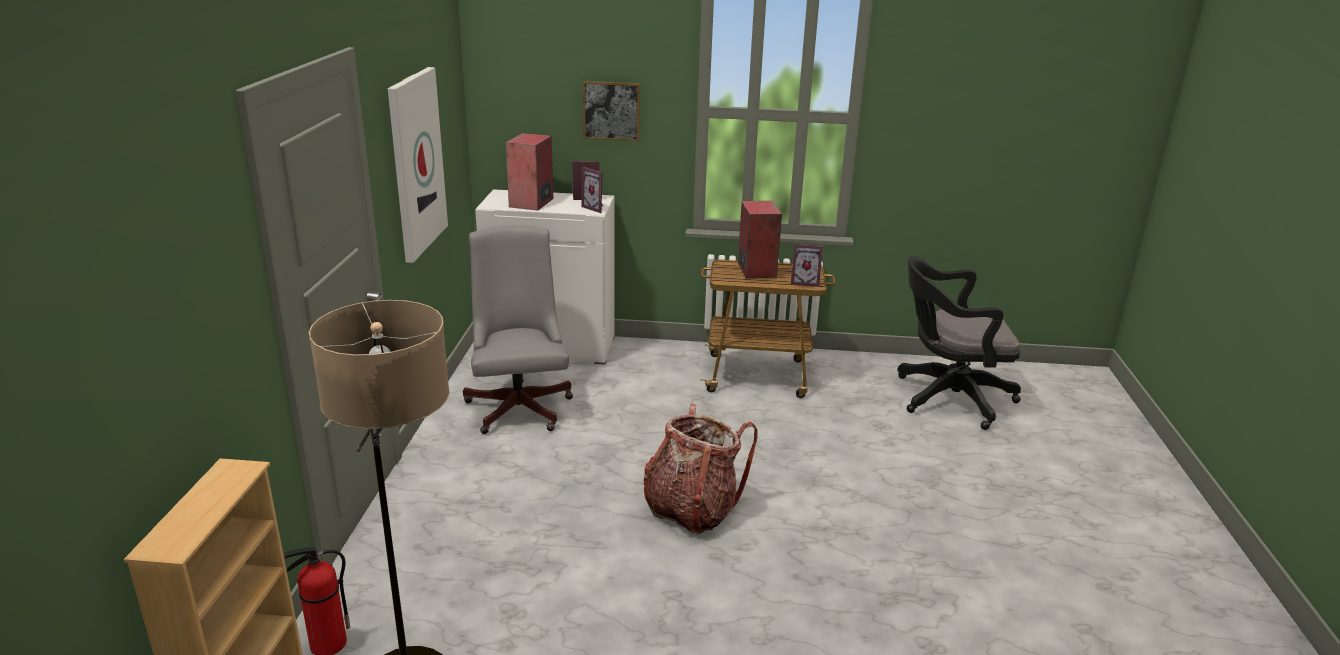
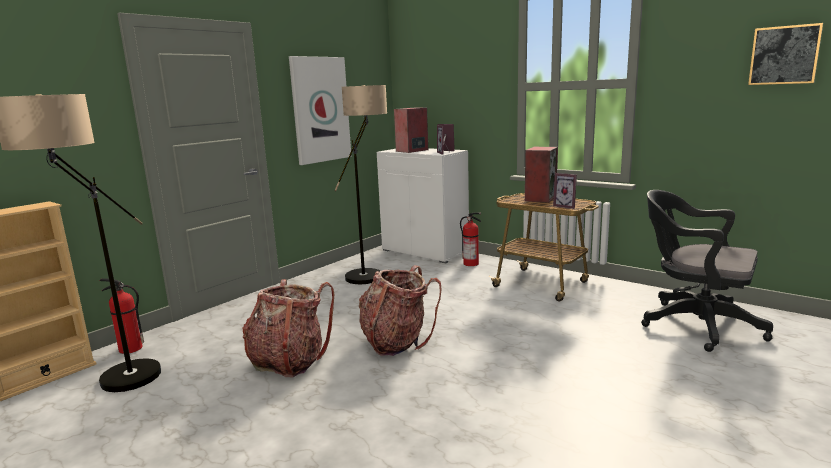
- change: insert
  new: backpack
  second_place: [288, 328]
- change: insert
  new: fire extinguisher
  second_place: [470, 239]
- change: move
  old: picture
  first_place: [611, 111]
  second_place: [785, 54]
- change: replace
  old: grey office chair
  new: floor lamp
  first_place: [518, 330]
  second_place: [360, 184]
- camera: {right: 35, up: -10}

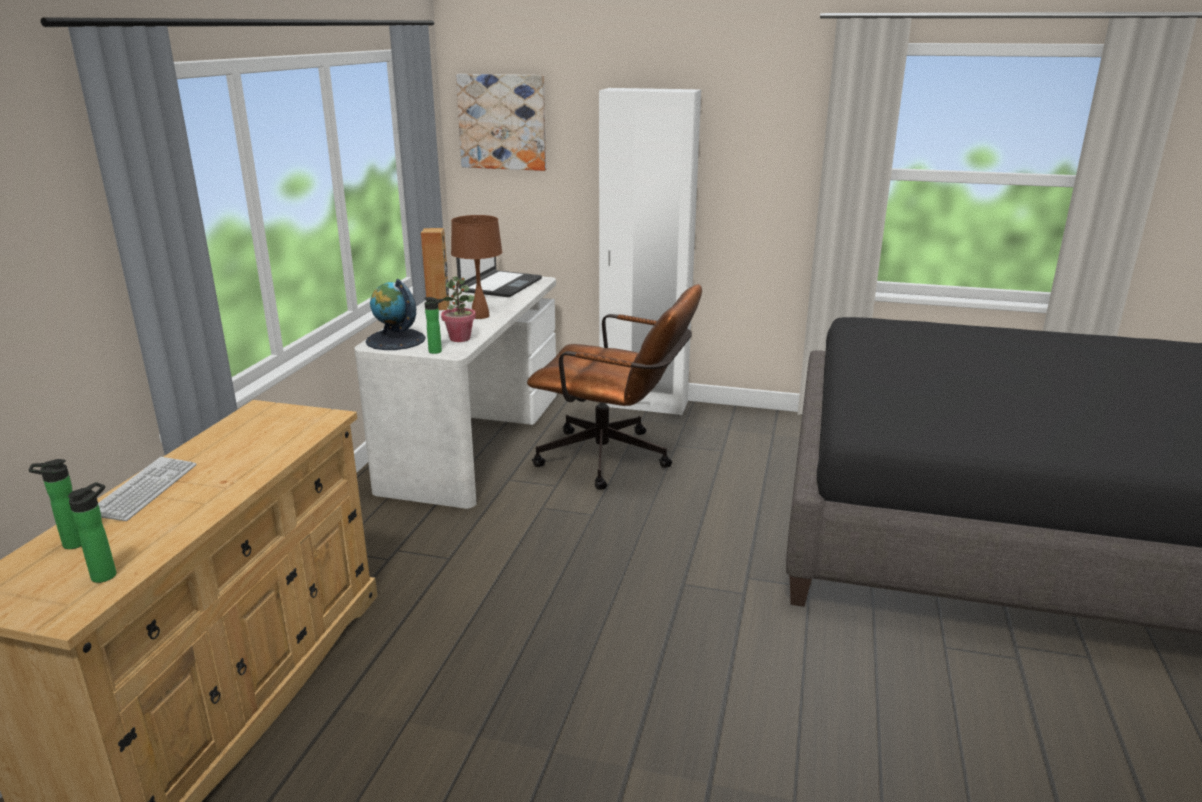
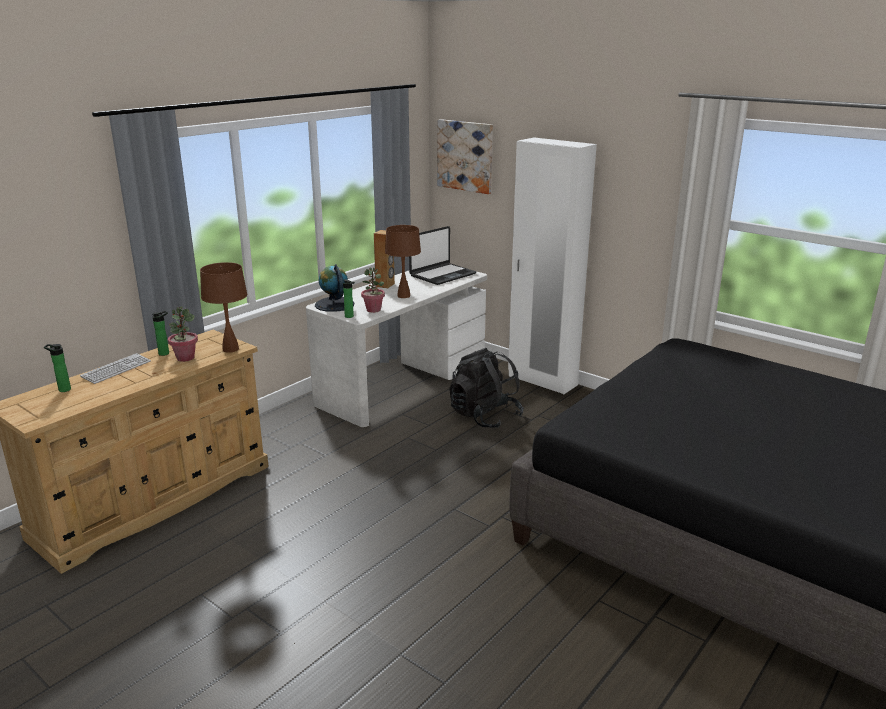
- change: insert
  new: potted plant
  second_place: [183, 334]
- change: insert
  new: brown table lamp
  second_place: [223, 307]
- change: move
  old: bottle
  first_place: [92, 532]
  second_place: [160, 333]
- change: replace
  old: brown office chair
  new: black backpack
  first_place: [614, 387]
  second_place: [486, 388]
- camera: {right: 25, up: 0}

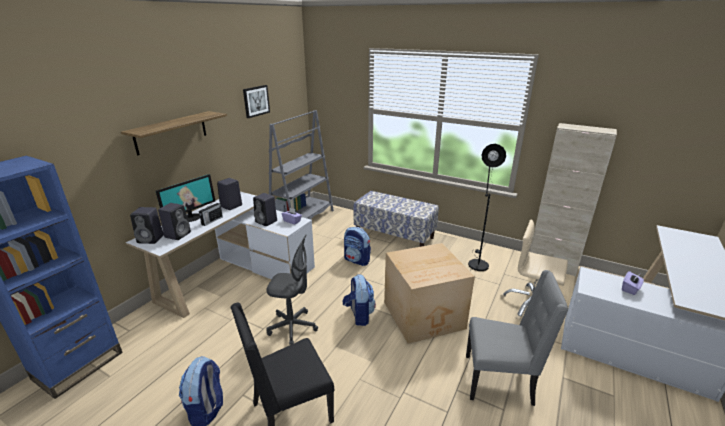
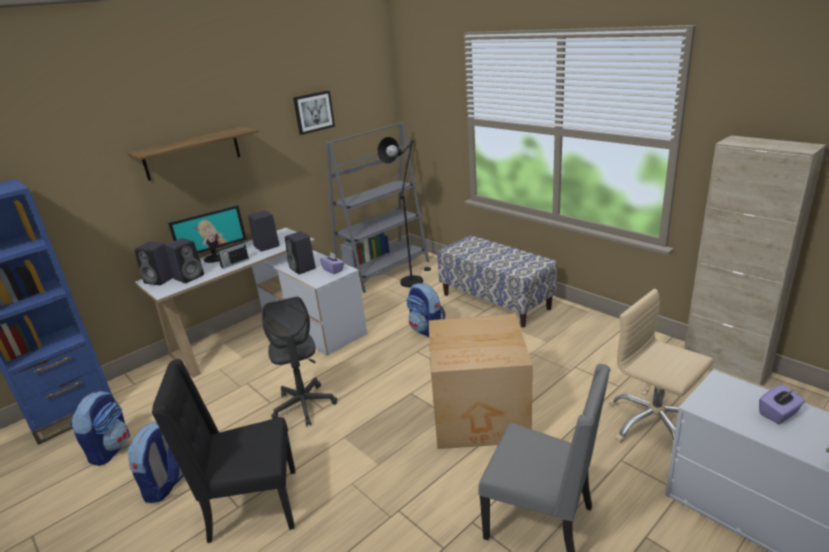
- change: move
  old: backpack
  first_place: [359, 300]
  second_place: [100, 428]
- change: move
  old: black floor lamp
  first_place: [487, 207]
  second_place: [404, 212]
- change: rotate
  old: grey office chair
  first_place: [292, 289]
  second_place: [299, 362]
  degrees: 45
- camera: {right: 20, up: 0}

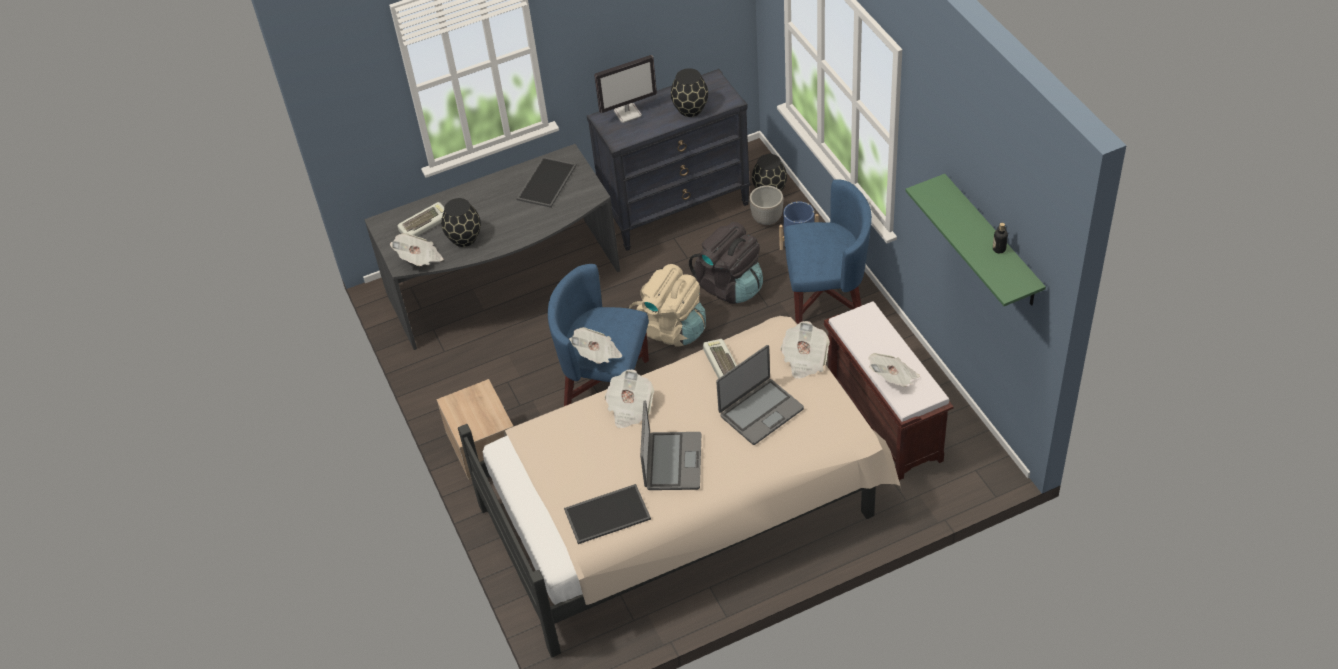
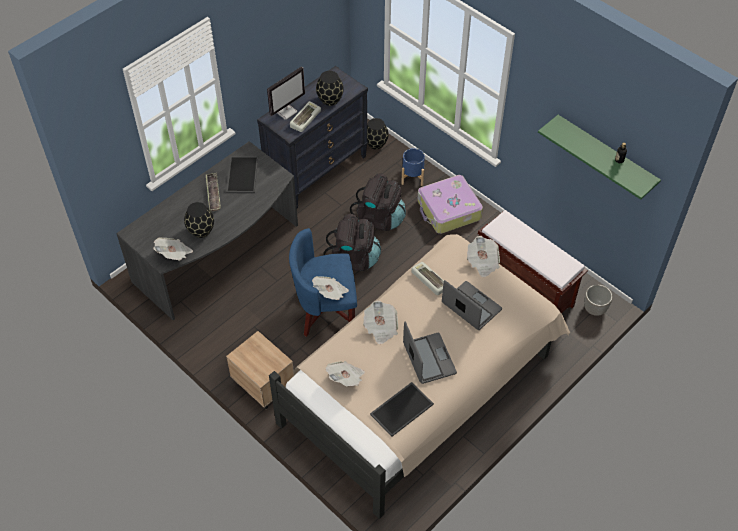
- change: insert
  new: tray
  second_place: [213, 192]
- change: move
  old: keyboard
  first_place: [421, 219]
  second_place: [305, 116]
- change: move
  old: planter
  first_place: [766, 205]
  second_place: [598, 300]
- change: move
  old: newspaper
  first_place: [894, 370]
  second_place: [345, 373]
- change: replace
  old: blue armchair
  new: suitcase
  first_place: [828, 251]
  second_place: [450, 204]
- change: recolor
  old: beige backpack
  new: black backpack
  first_place: [667, 305]
  second_place: [352, 242]
- change: rotate
  old: laptop
  first_place: [760, 395]
  second_place: [472, 305]
  degrees: -75
- camera: {right: -25, up: 5}

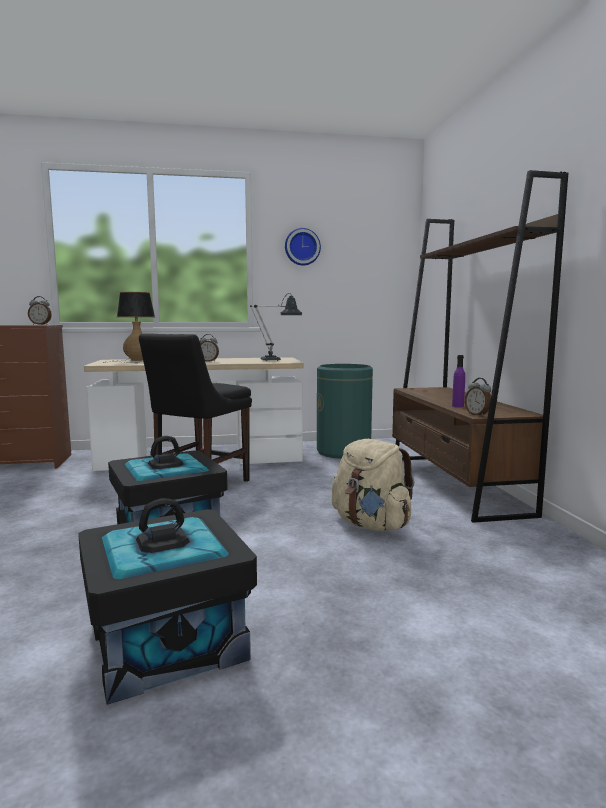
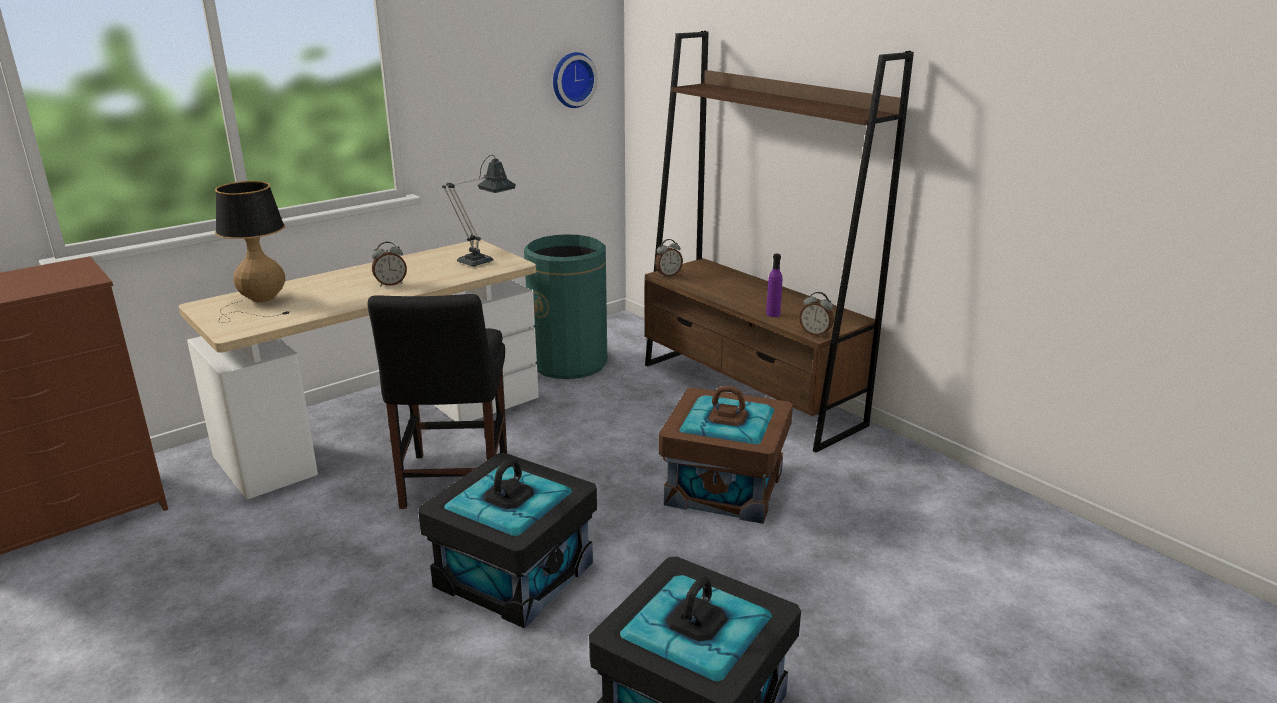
- change: move
  old: alarm clock
  first_place: [40, 310]
  second_place: [669, 258]
- change: move
  old: wall clock
  first_place: [303, 247]
  second_place: [575, 80]
- change: replace
  old: beige backpack
  new: brown storage box
  first_place: [373, 485]
  second_place: [726, 455]
- camera: {right: -30, up: 15}

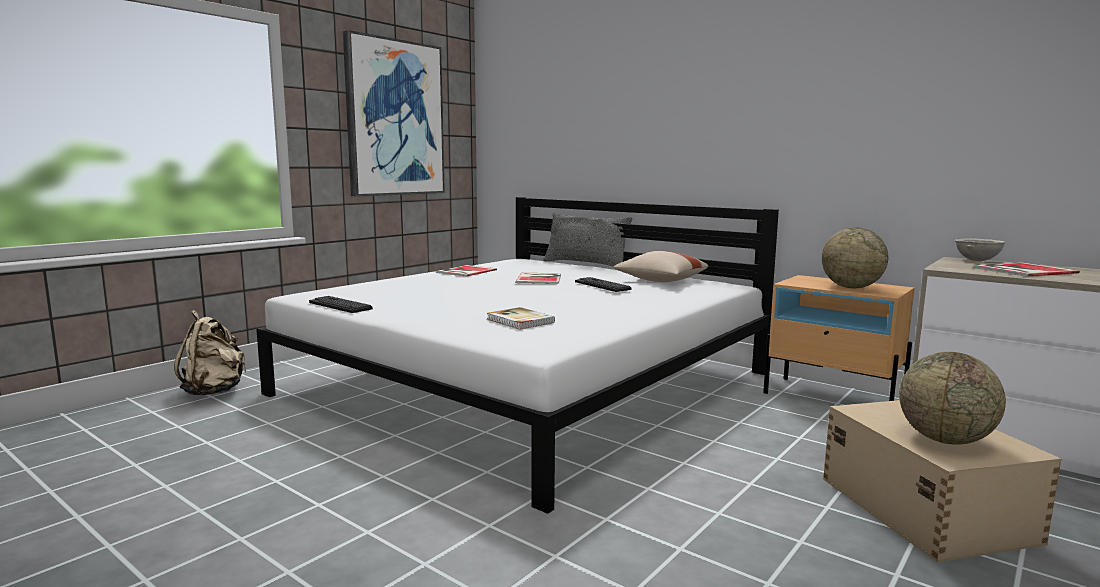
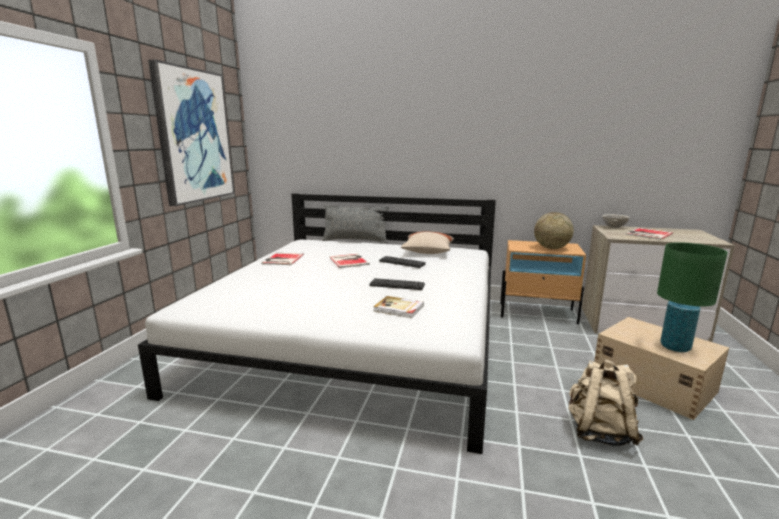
- change: move
  old: beige backpack
  first_place: [210, 352]
  second_place: [605, 402]
- change: move
  old: keyboard
  first_place: [341, 304]
  second_place: [397, 284]
- change: replace
  old: globe
  new: green table lamp
  first_place: [952, 398]
  second_place: [692, 297]
- camera: {right: -25, up: 5}

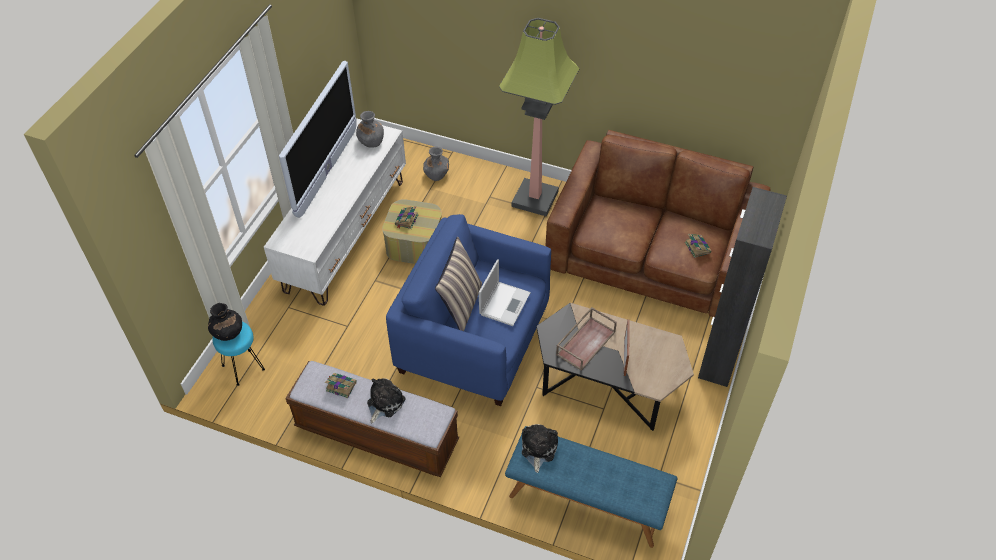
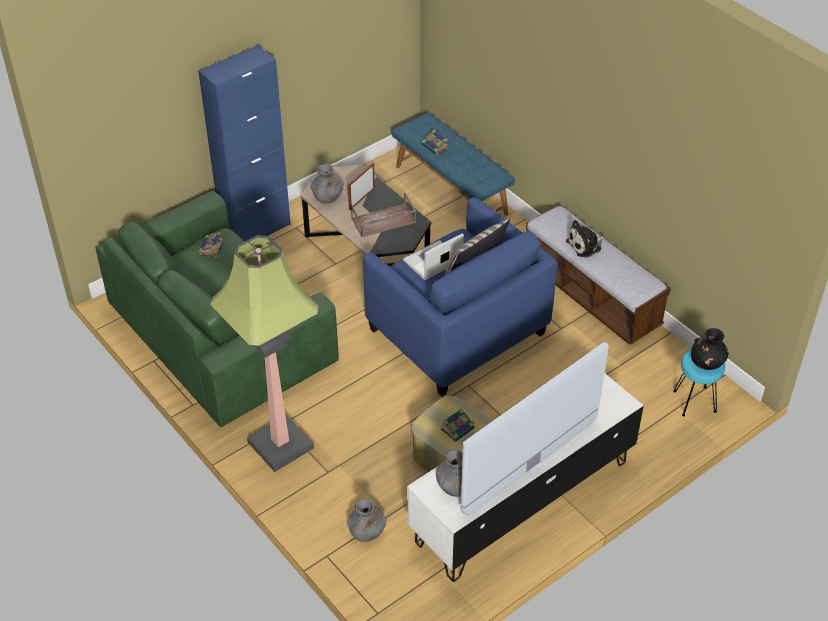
- change: delete
  old: plush toy
  first_place: [540, 448]
- change: insert
  new: grey vase
  second_place: [327, 184]
- change: move
  old: book
  first_place: [341, 385]
  second_place: [435, 142]
- change: recolor
  old: brown sofa
  new: green sofa
  first_place: [657, 223]
  second_place: [217, 309]
- change: recolor
  old: black cabinet
  new: blue cabinet
  first_place: [742, 287]
  second_place: [244, 143]
- camera: {right: -150, up: -5}

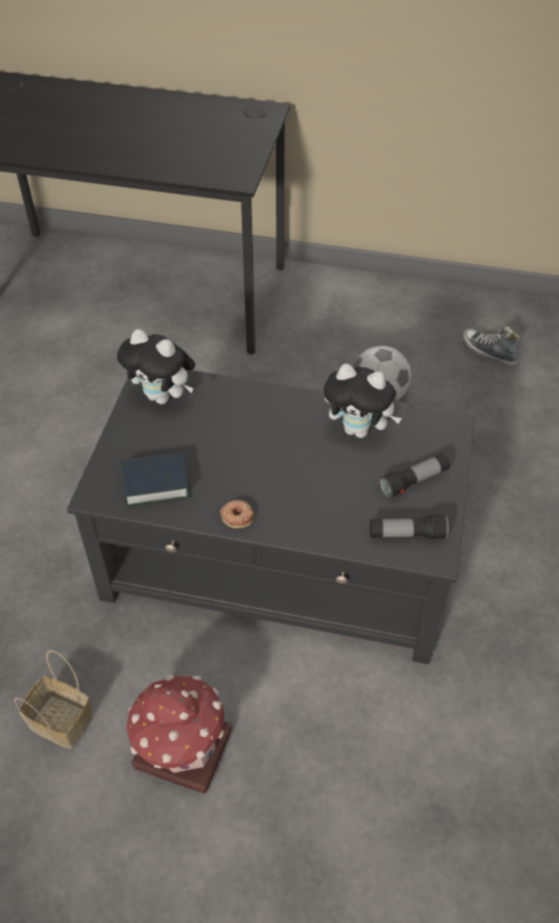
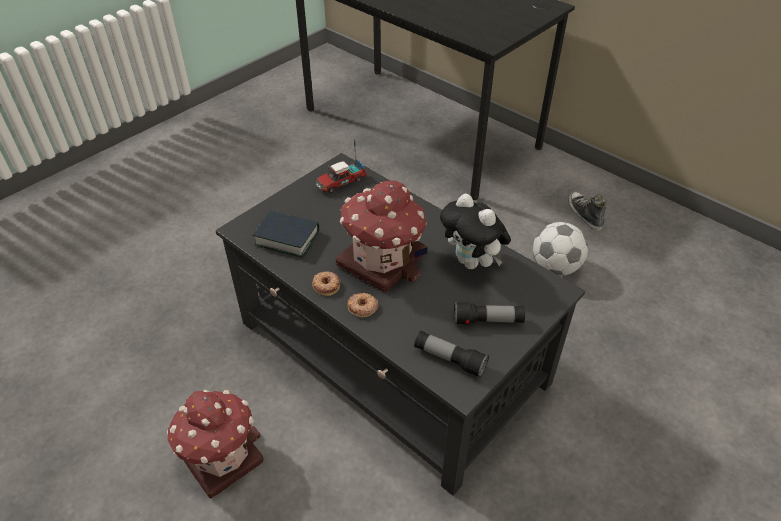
- change: delete
  old: basket
  first_place: [53, 700]
- change: insert
  new: toy house
  second_place: [381, 236]
- change: insert
  new: donut
  second_place: [362, 305]
- change: move
  old: shoe
  first_place: [491, 346]
  second_place: [587, 211]
- change: replace
  old: plush toy
  new: toy truck
  first_place: [156, 366]
  second_place: [341, 166]
- camera: {right: 30, up: -5}

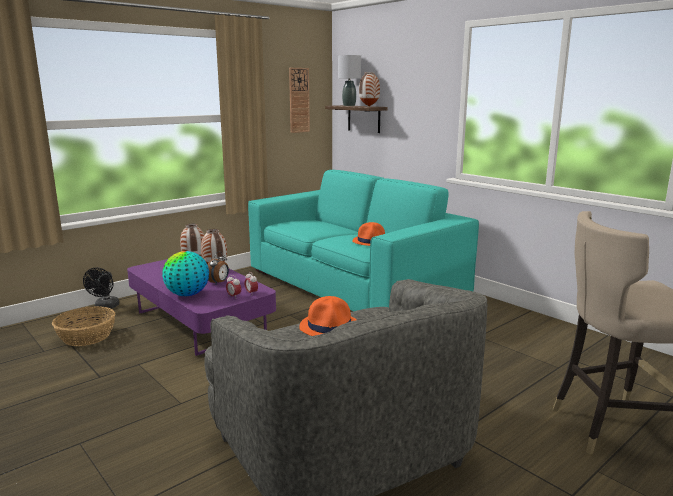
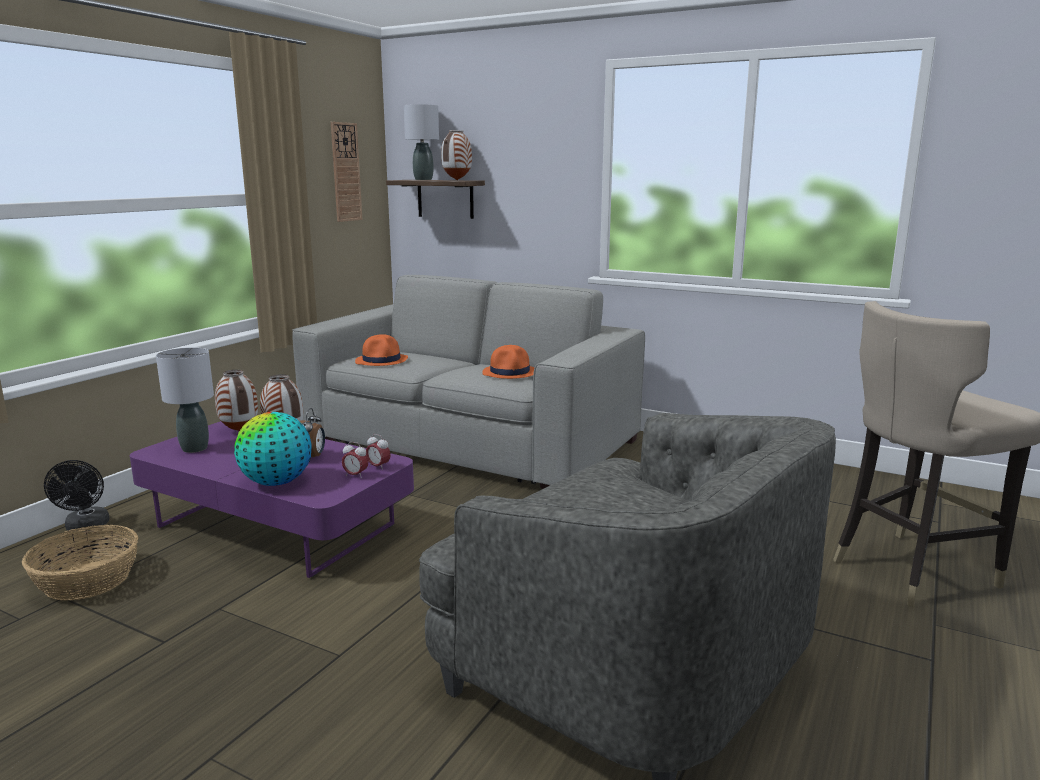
- change: insert
  new: grey table lamp
  second_place: [185, 400]
- change: move
  old: orange hat
  first_place: [328, 316]
  second_place: [381, 350]
- change: recolor
  old: turquoise sofa
  new: grey sofa
  first_place: [363, 240]
  second_place: [468, 382]
- camera: {right: -20, up: 0}

